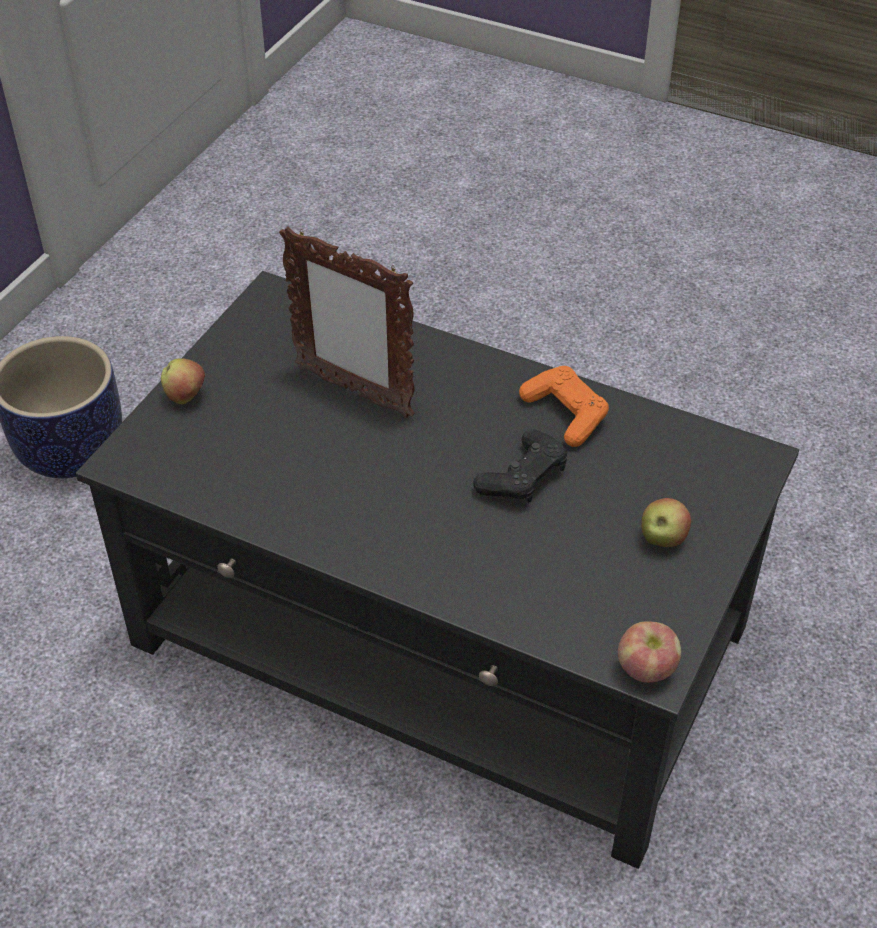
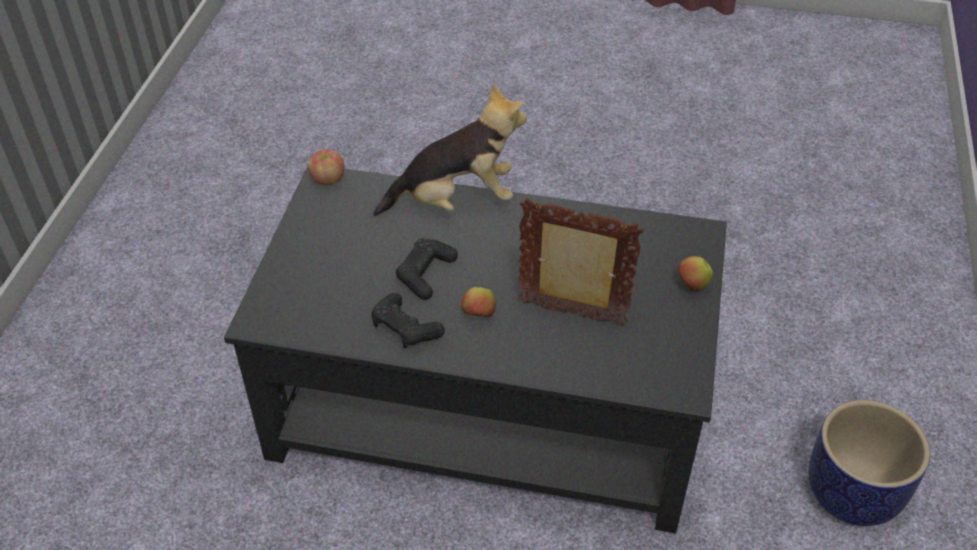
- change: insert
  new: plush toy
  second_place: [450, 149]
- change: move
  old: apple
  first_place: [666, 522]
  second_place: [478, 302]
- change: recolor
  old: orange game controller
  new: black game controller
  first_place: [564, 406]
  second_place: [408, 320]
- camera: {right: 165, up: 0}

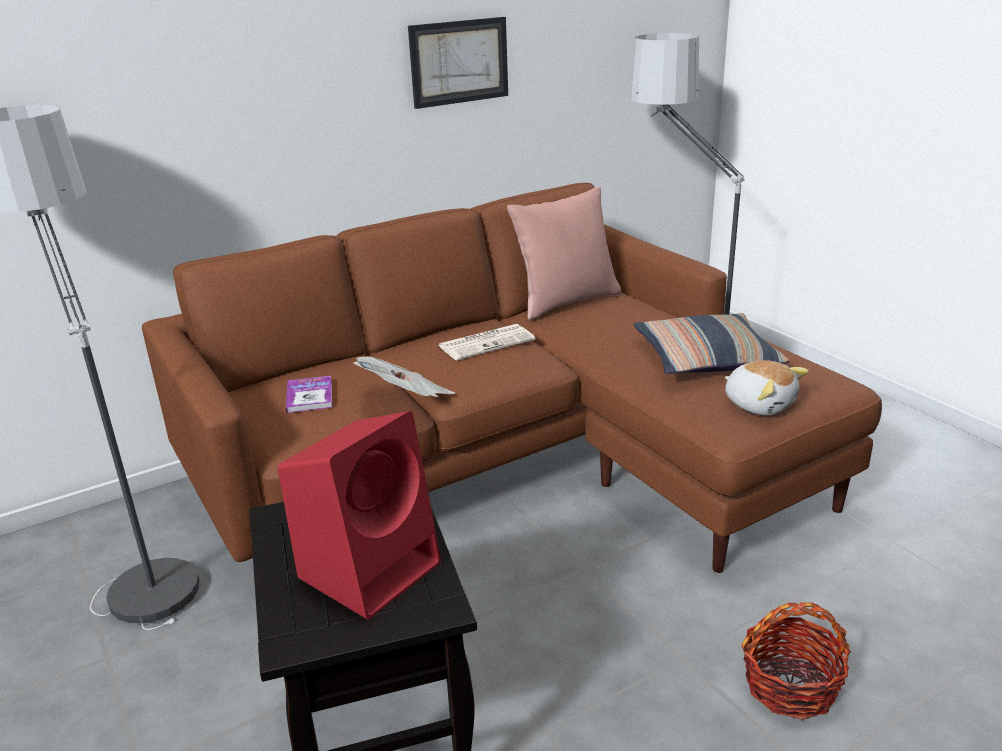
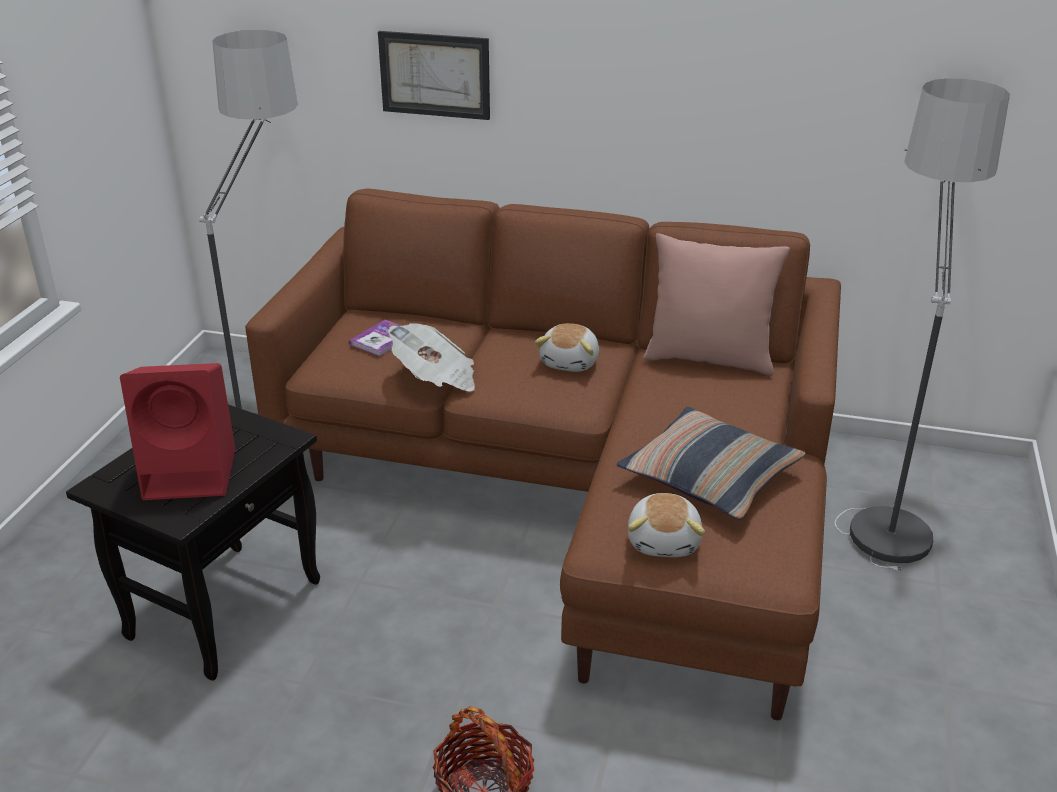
- change: move
  old: picture
  first_place: [458, 63]
  second_place: [434, 75]
- change: replace
  old: newspaper
  new: plush toy
  first_place: [486, 342]
  second_place: [567, 347]
- camera: {right: 45, up: 5}

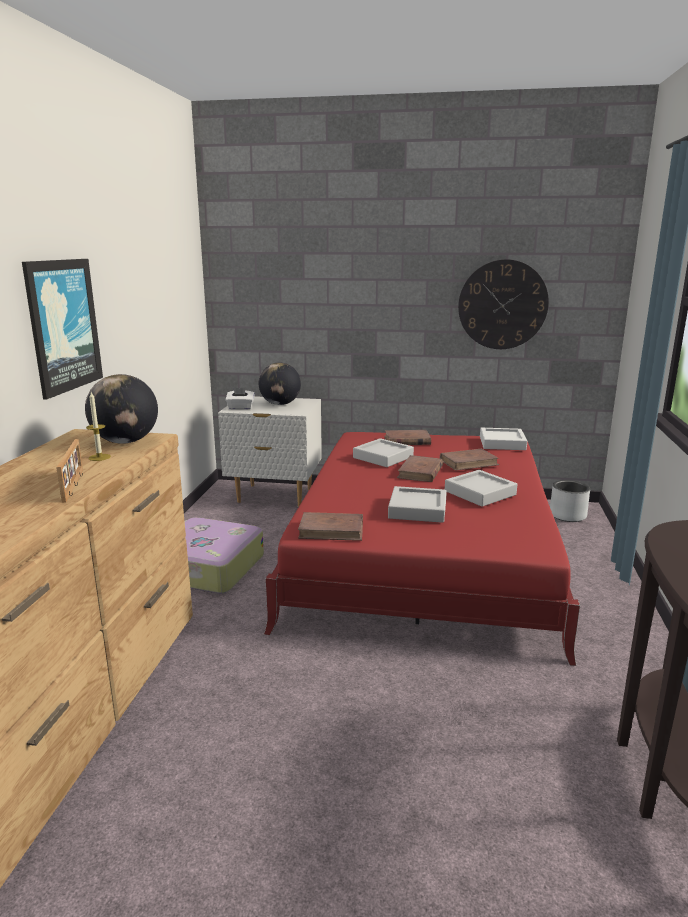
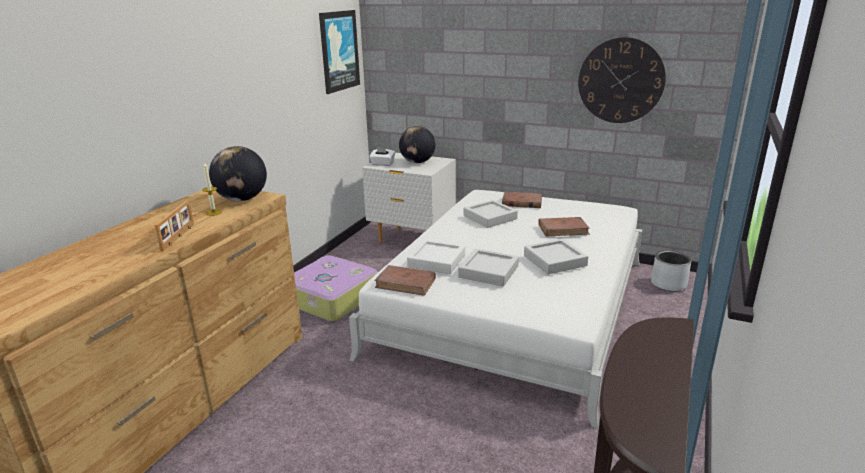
- change: delete
  old: brown book
  first_place: [420, 468]
- change: move
  old: picture
  first_place: [62, 329]
  second_place: [339, 52]
- change: move
  old: white tray
  first_place: [503, 439]
  second_place: [436, 257]
- change: recolor
  old: red bed
  new: white bed
  first_place: [422, 549]
  second_place: [495, 309]
- camera: {right: 15, up: 5}

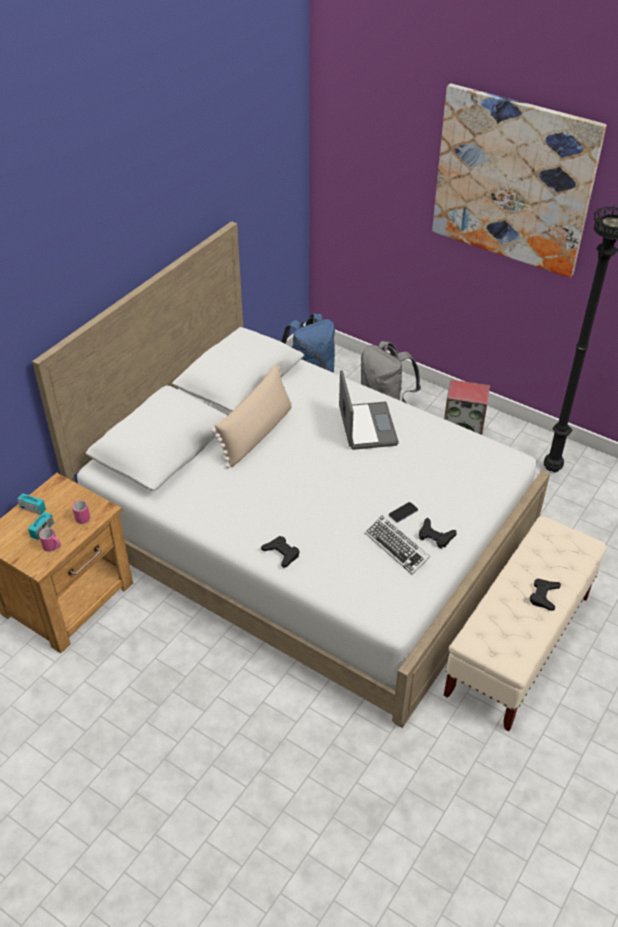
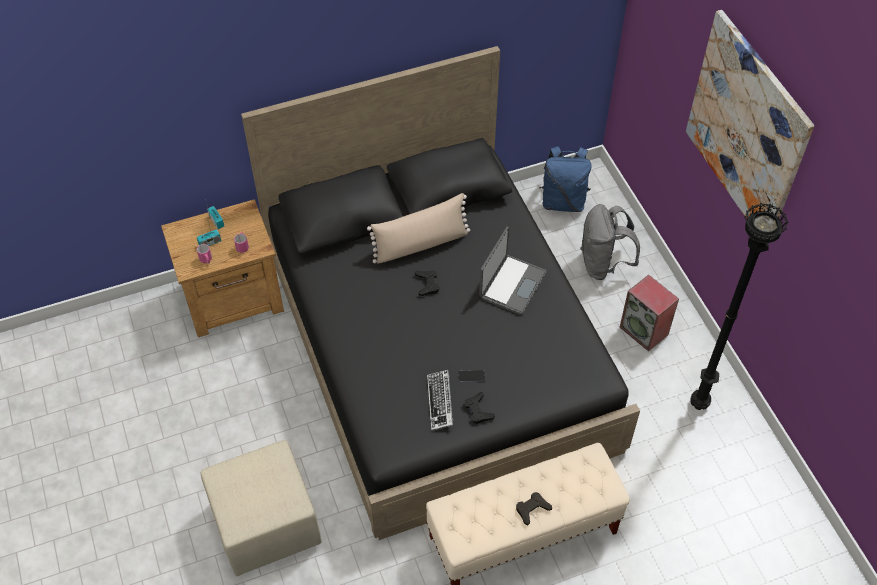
- change: insert
  new: beige ottoman
  second_place: [261, 508]
- change: move
  old: black game controller
  first_place: [280, 552]
  second_place: [427, 283]
- change: recolor
  old: white bed
  new: black bed
  first_place: [291, 474]
  second_place: [440, 293]
- camera: {right: 35, up: 10}

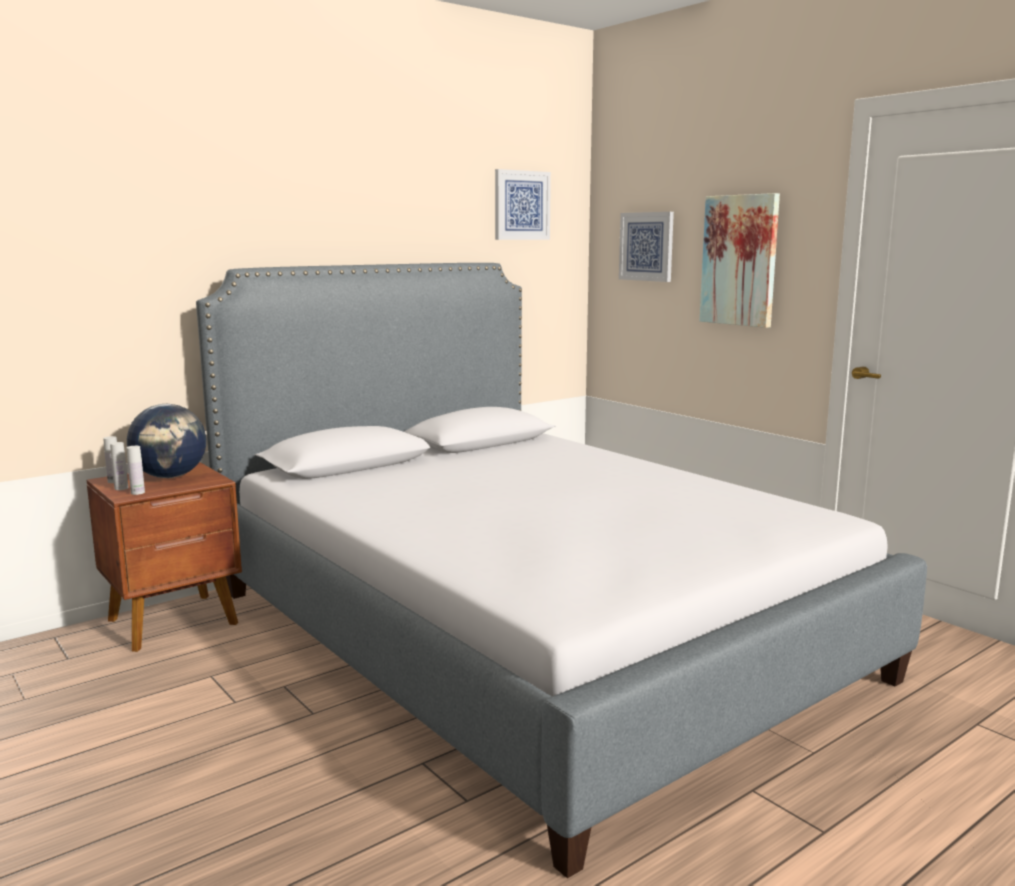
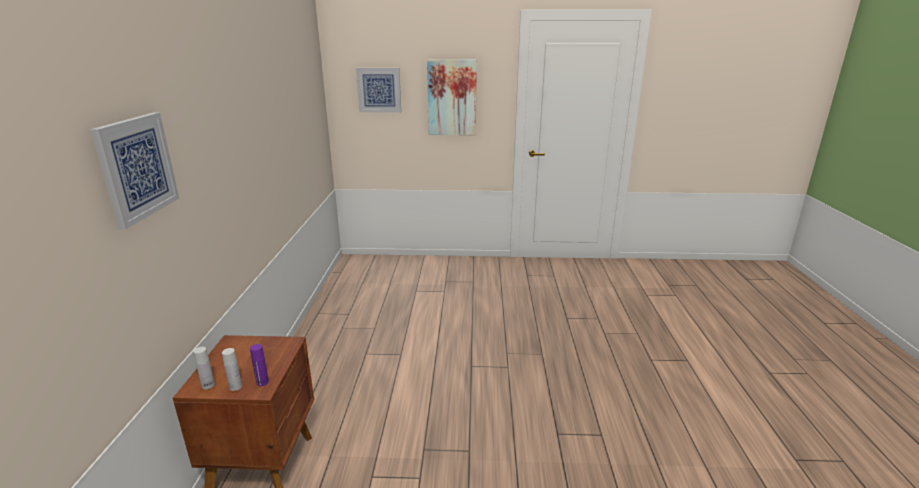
- change: delete
  old: globe
  first_place: [166, 441]
- change: delete
  old: bed
  first_place: [561, 570]
- change: move
  old: picture
  first_place: [523, 204]
  second_place: [134, 170]
- change: recolor
  old: white bottle
  new: purple bottle
  first_place: [136, 470]
  second_place: [259, 365]
- camera: {right: -50, up: 10}

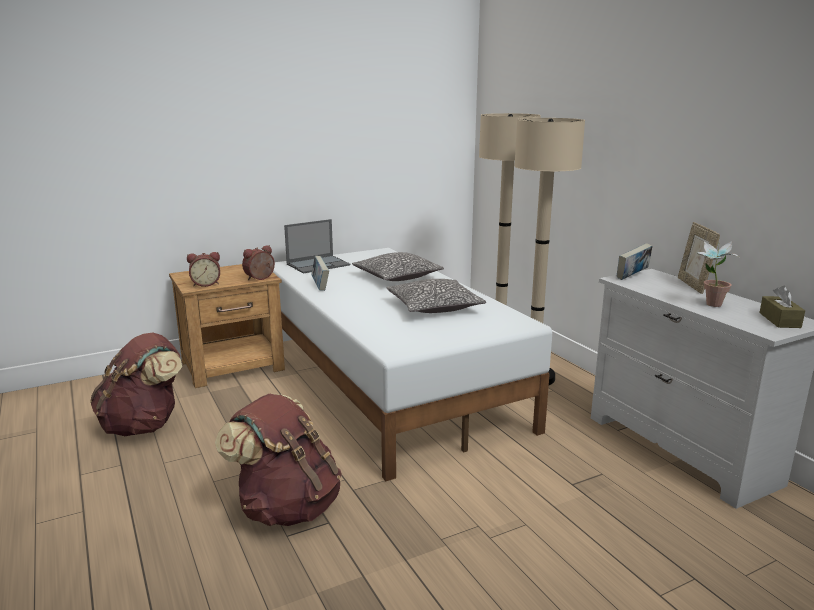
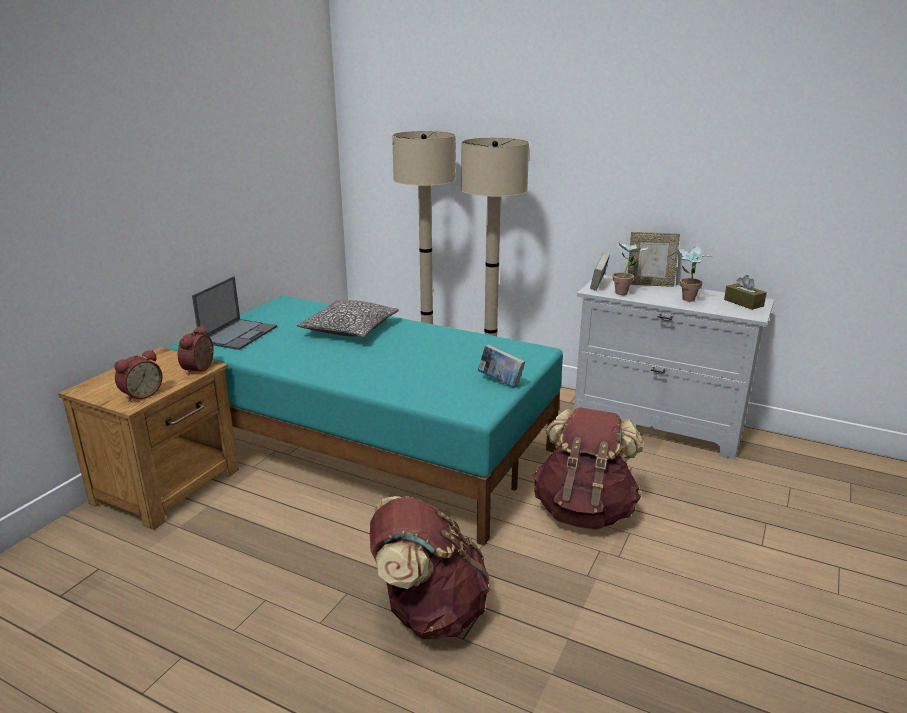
- change: delete
  old: pillow
  first_place: [436, 296]
- change: insert
  new: potted plant
  second_place: [630, 267]
- change: move
  old: brown backpack
  first_place: [136, 384]
  second_place: [588, 468]
- change: move
  old: book
  first_place: [320, 273]
  second_place: [501, 366]
- change: recolor
  old: white bed
  new: turquoise bed
  first_place: [412, 364]
  second_place: [365, 421]
- change: rotate
  old: picture frame
  first_place: [699, 258]
  second_place: [654, 259]
  degrees: -45
- camera: {right: -35, up: 5}

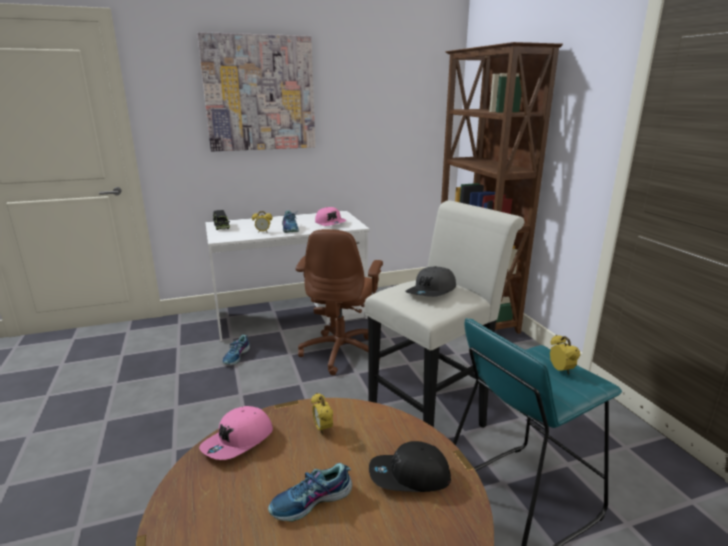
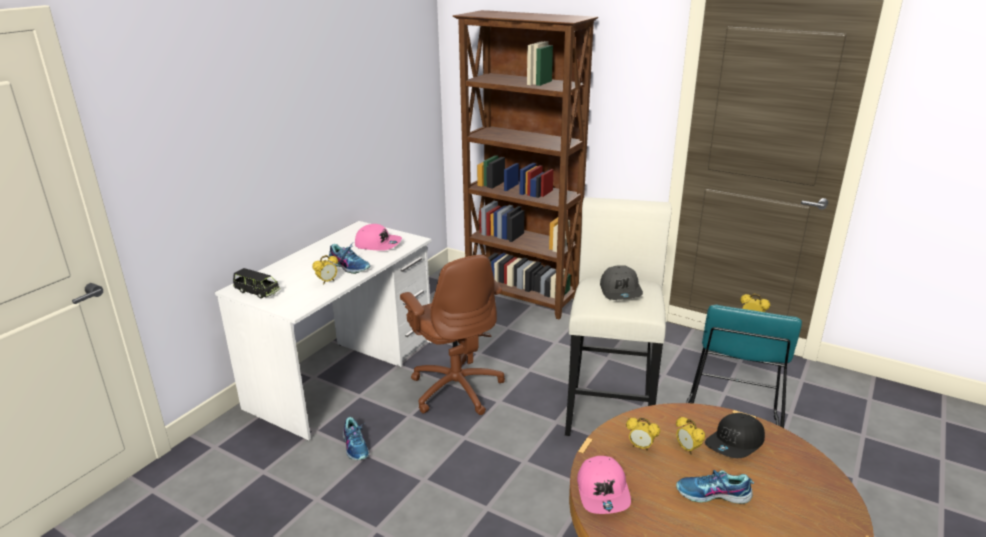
- change: delete
  old: picture
  first_place: [256, 91]
- change: insert
  new: alarm clock
  second_place: [690, 435]
- change: rotate
  old: shoe
  first_place: [310, 492]
  second_place: [715, 487]
  degrees: 75
- camera: {right: -40, up: 5}

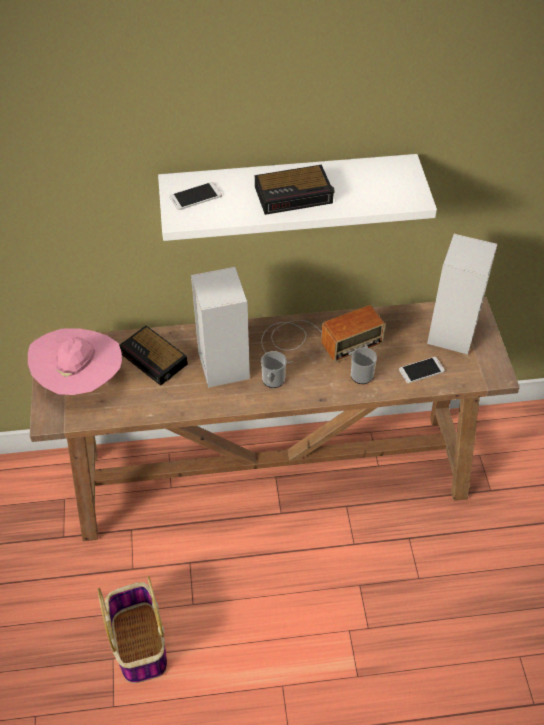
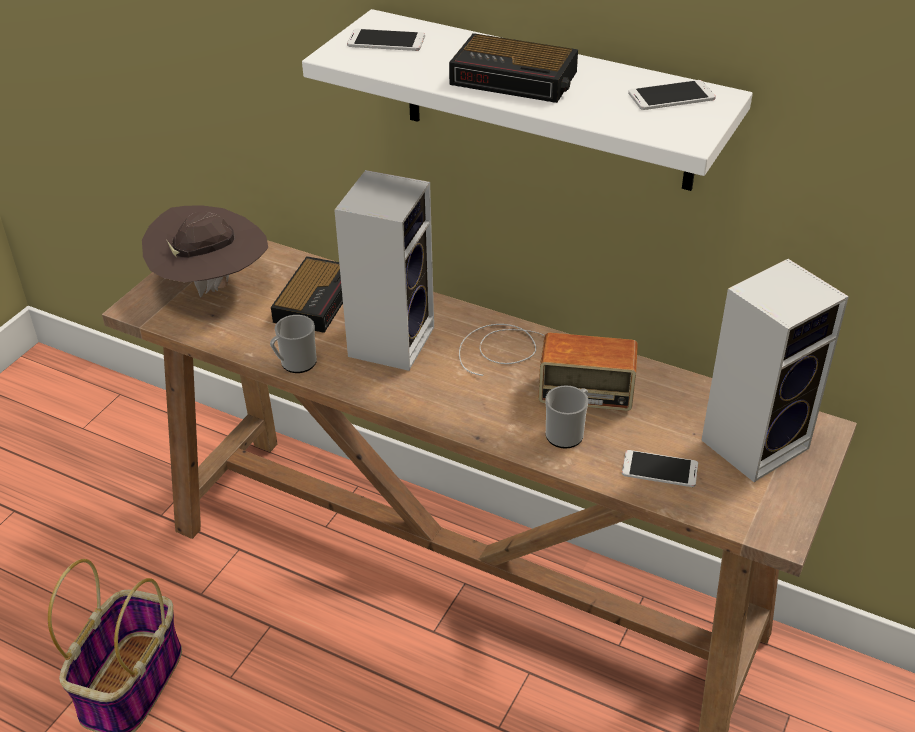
- change: insert
  new: phone
  second_place: [672, 95]
- change: move
  old: mug
  first_place: [274, 369]
  second_place: [293, 344]
- change: recolor
  old: pink hat
  new: brown hat
  first_place: [75, 361]
  second_place: [205, 251]
- change: rotate
  old: alarm clock
  first_place: [153, 356]
  second_place: [307, 294]
  degrees: -150
- camera: {right: 35, up: -10}

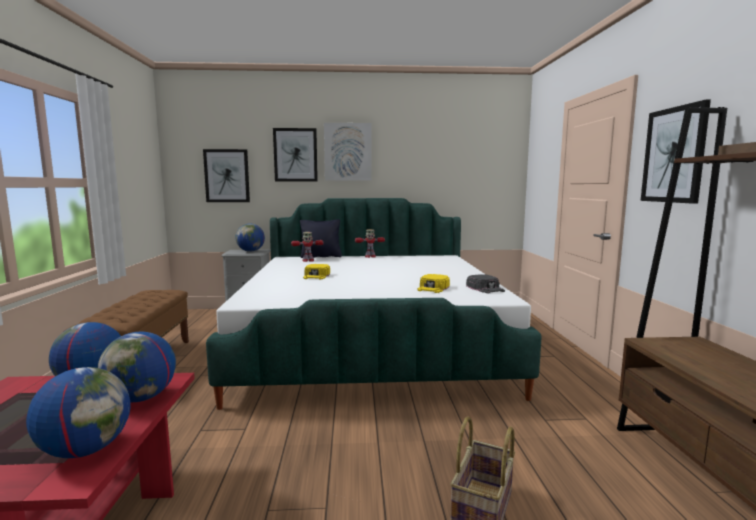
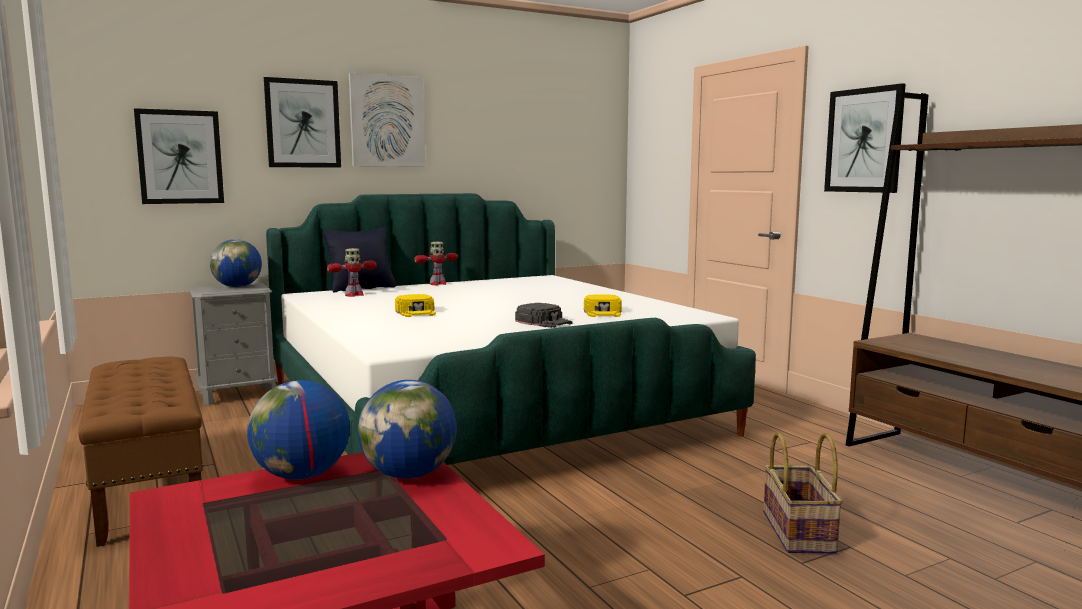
- change: delete
  old: globe
  first_place: [78, 412]
- change: move
  old: black cap
  first_place: [485, 284]
  second_place: [544, 315]
- camera: {right: -25, up: 0}

